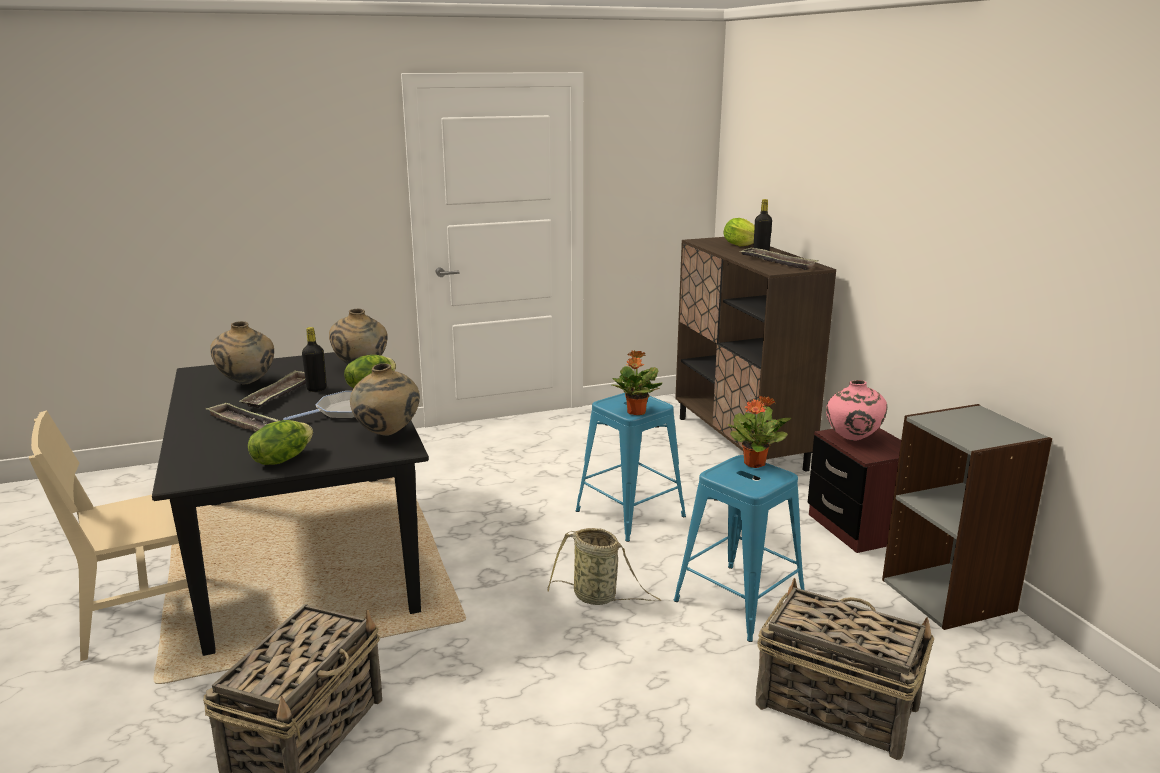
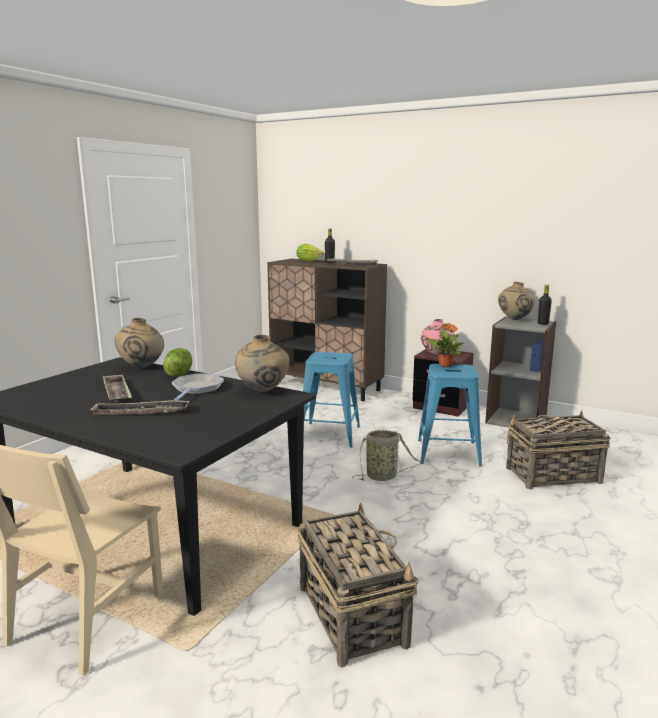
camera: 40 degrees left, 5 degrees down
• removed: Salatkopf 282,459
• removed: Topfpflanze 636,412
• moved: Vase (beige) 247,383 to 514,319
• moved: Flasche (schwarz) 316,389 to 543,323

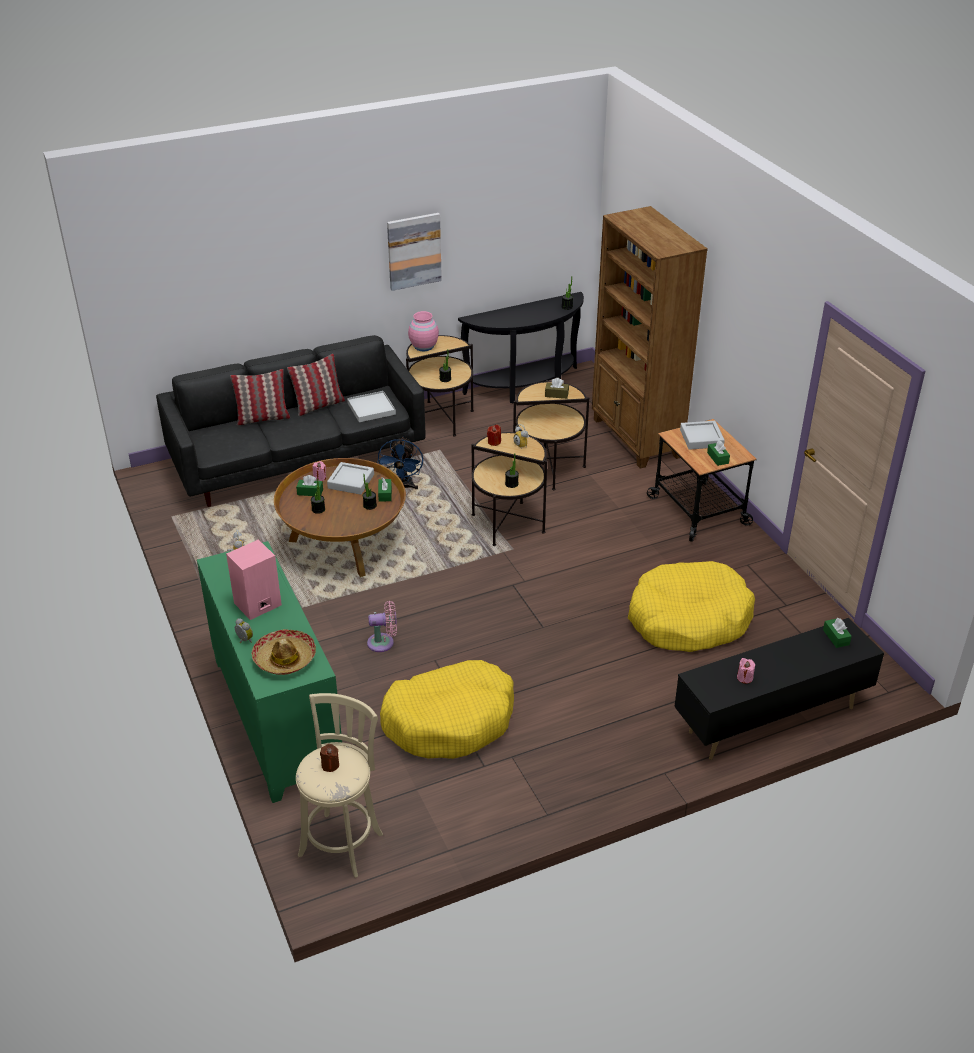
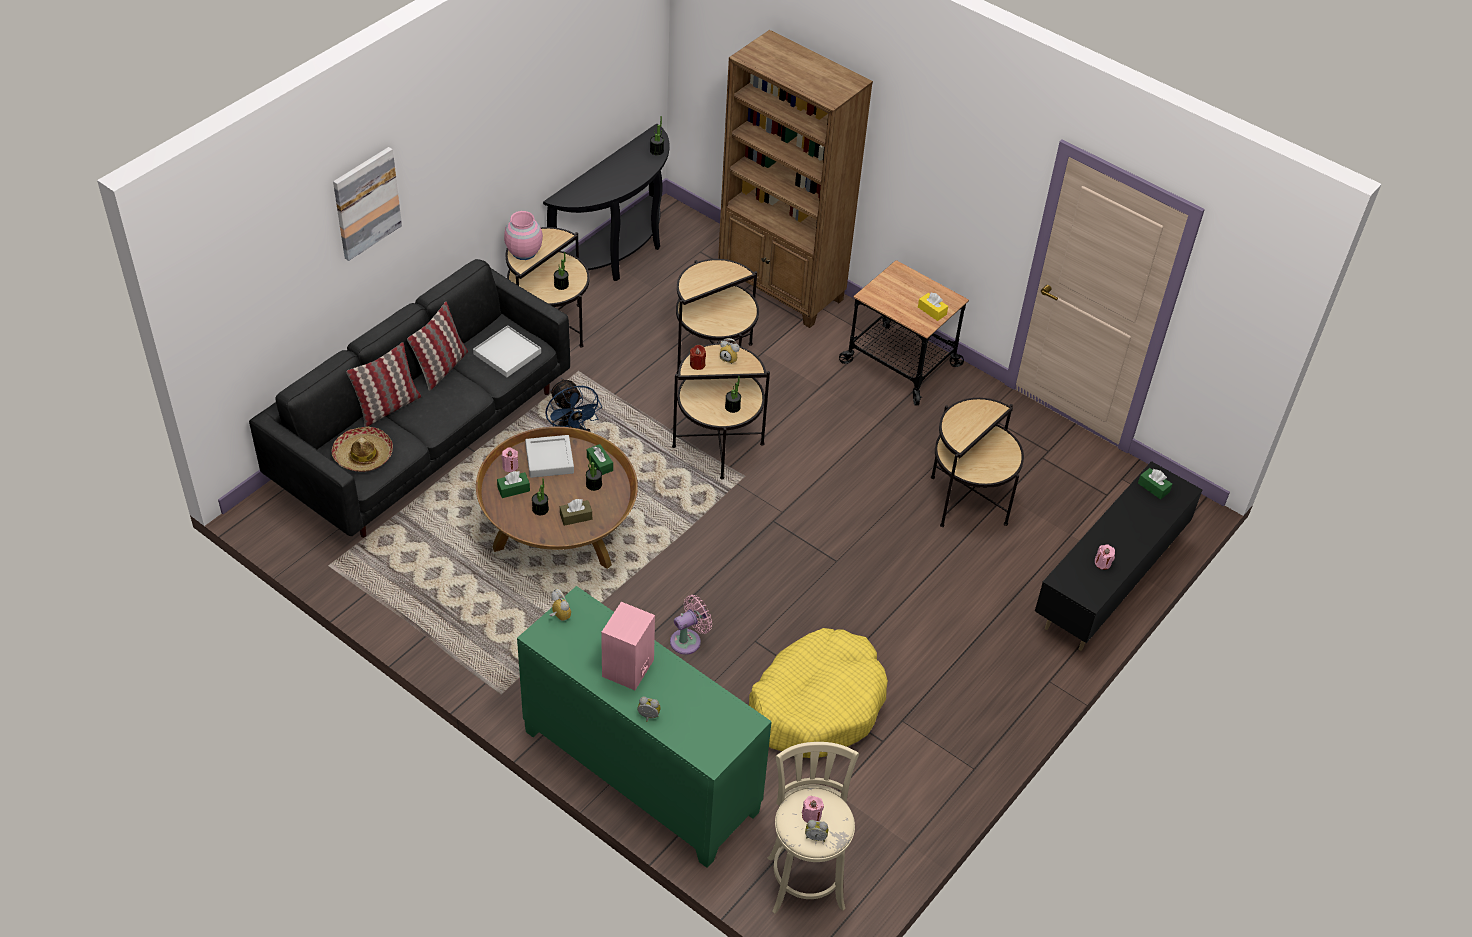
camera: 30 degrees left, 10 degrees up
• removed: Tablett (grau) 701,438
• added: Wecker 815,836
• moved: Hut 284,659 to 363,455
• moved: Bild 414,251 to 366,203
• moved: Taschentuchbox (braun) 556,394 to 576,517
• replaced: Hundebett (gelb) 688,619 to Beistelltisch 968,500
• recoloured: Kerze (braun) 330,765 to Kerze (rosa) 811,816
• recoloured: Taschentuchbox (grün) 717,458 to Taschentuchbox (gelb) 932,311

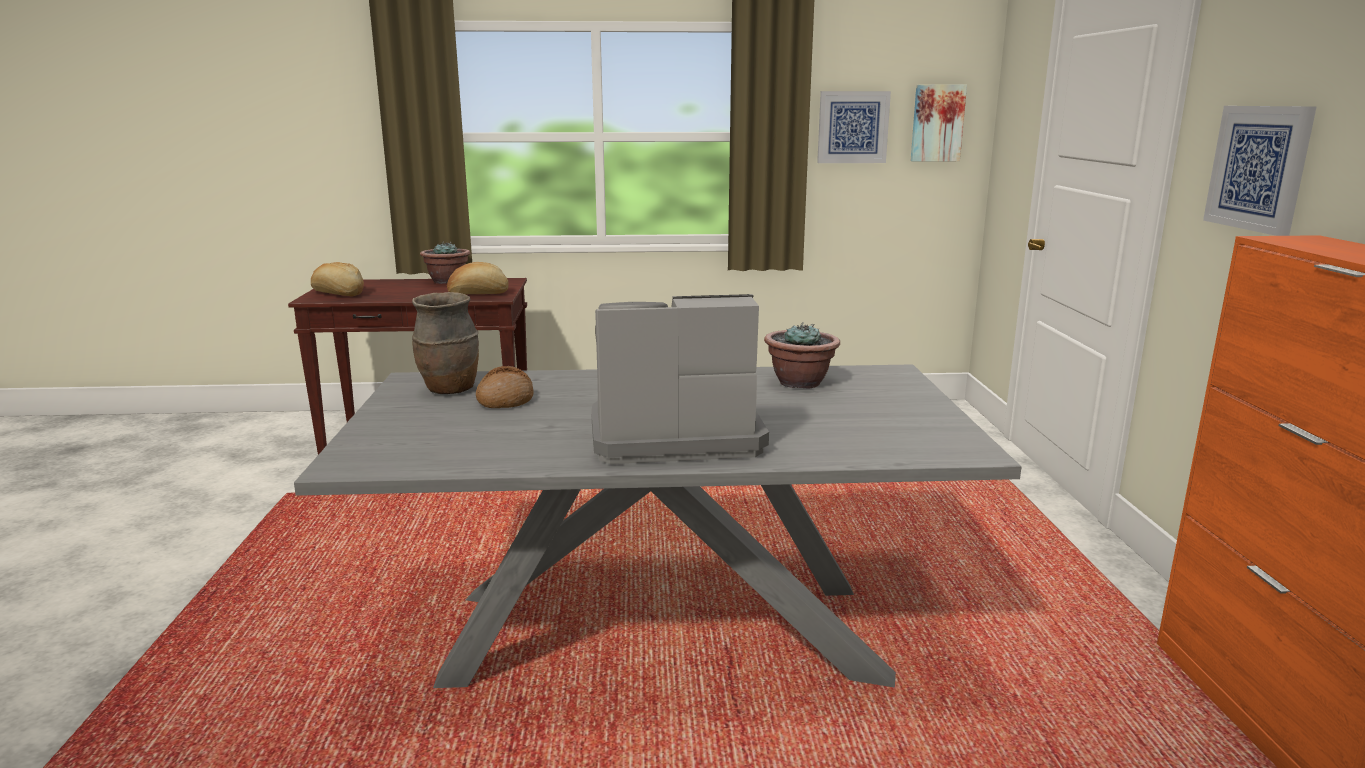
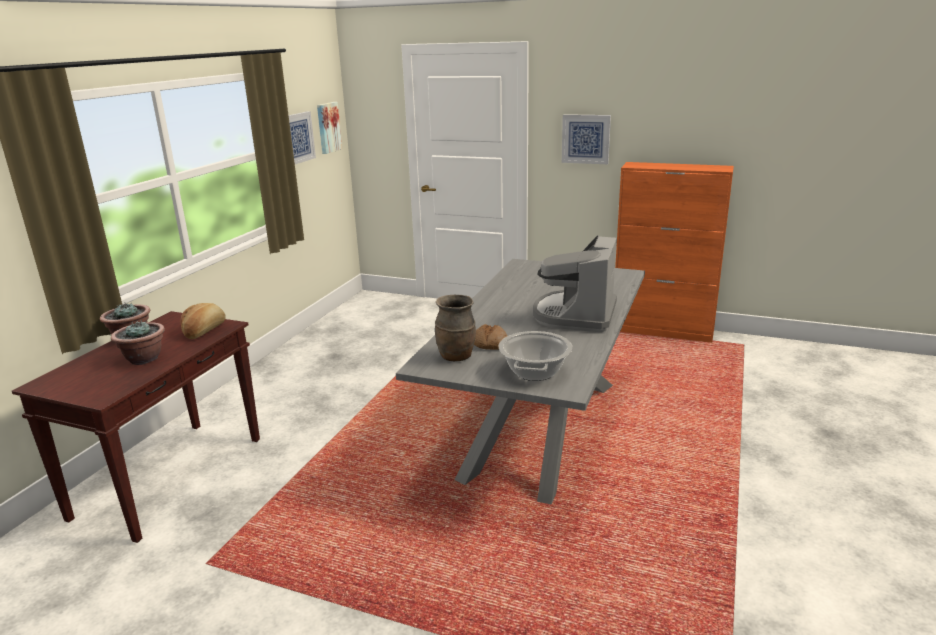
camera: 65 degrees left, 5 degrees up
• removed: Brot 338,294
• added: Kochtopf 535,372
• moved: Topfpflanze 800,383 to 144,359

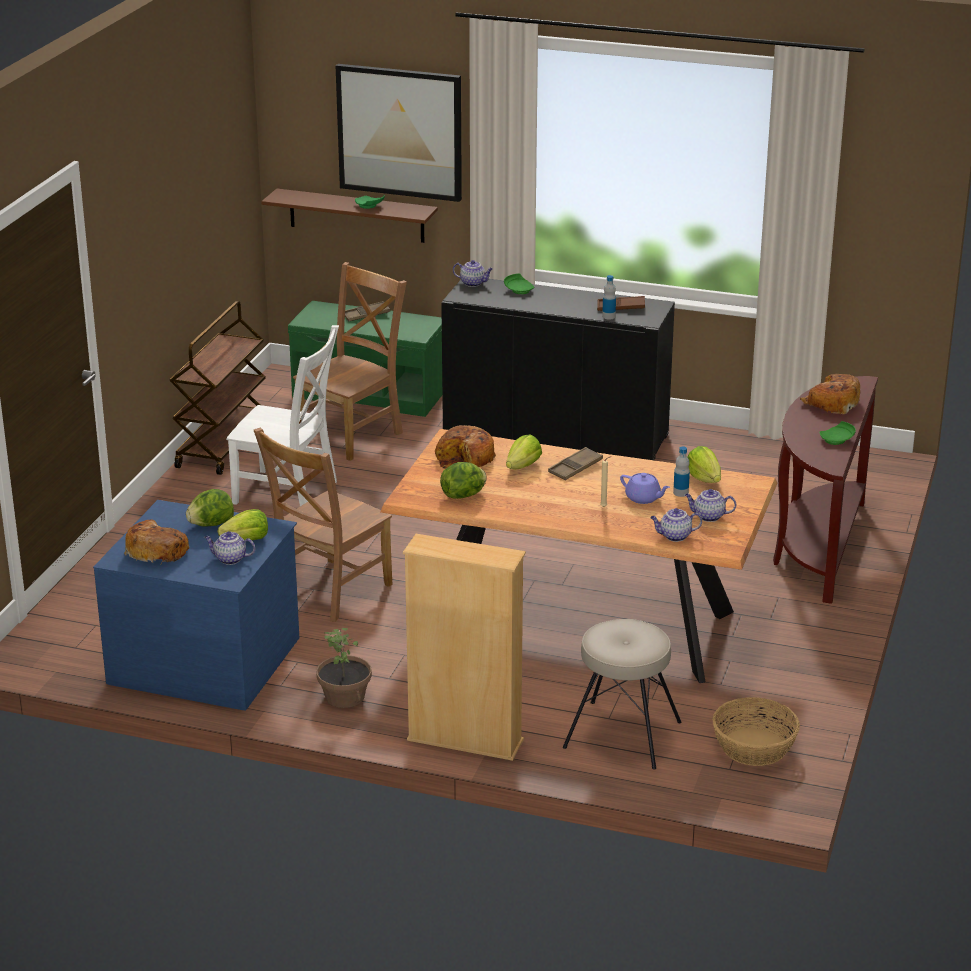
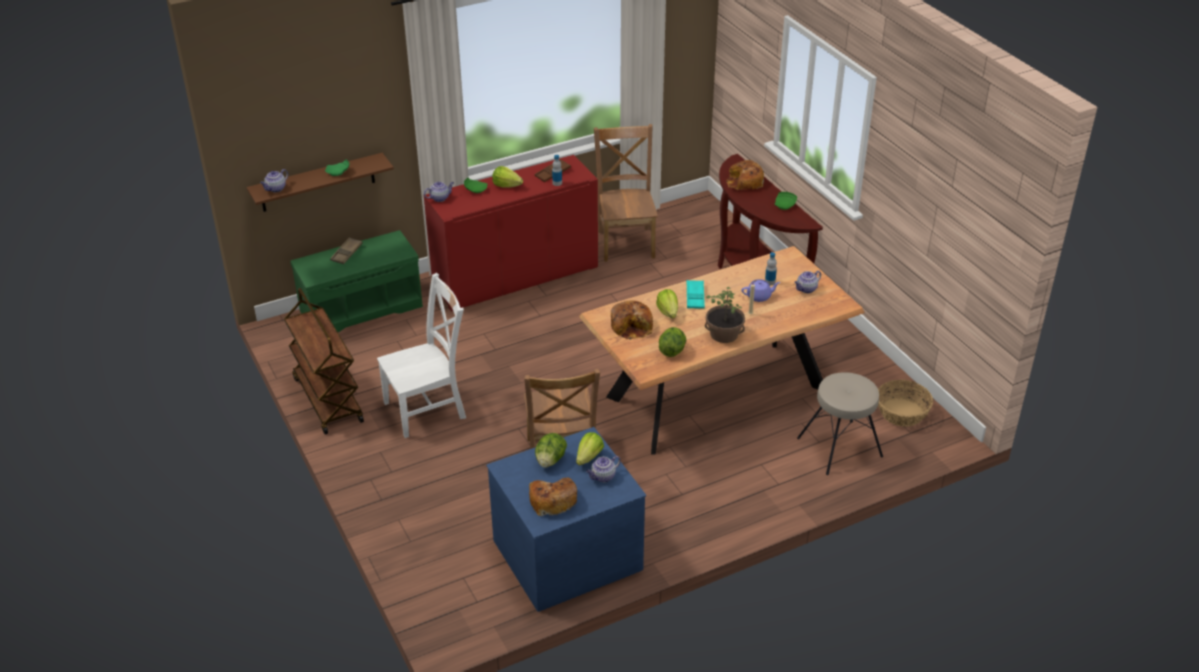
camera: 45 degrees left, 10 degrees up
• removed: Bild 400,132
• removed: Bücherregal (beige) 465,740
• moved: Stuhl (braun) 353,435 to 626,242
• moved: Topfpflanze 345,696 to 724,334
• moved: Teekanne 674,536 to 275,189
• moved: Salatkopf 704,479 to 506,185
• recoloured: Schrank (schwarz) 555,433 to Schrank (rot) 515,277
• recoloured: Tablett (braun) 575,468 to Tablett (türkis) 695,297

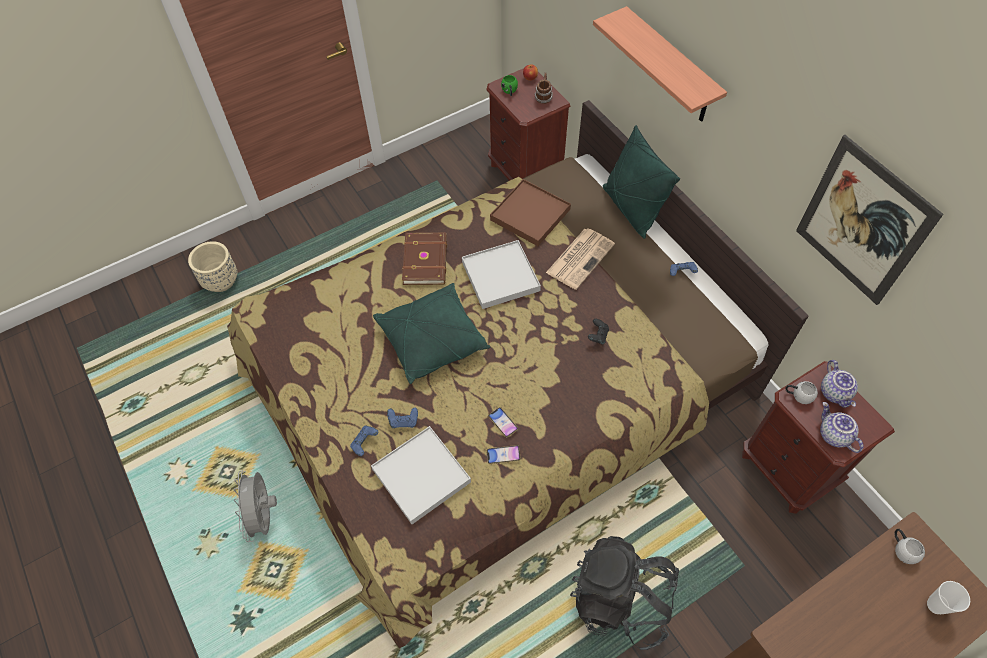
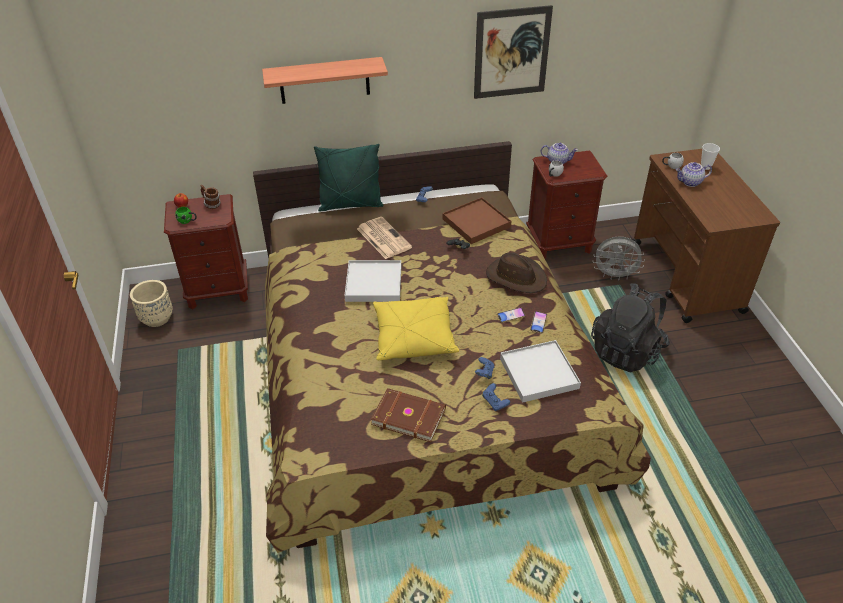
camera: 70 degrees left, 15 degrees down
• added: Hut (braun) 516,277
• moved: Pflanzkübel (beige) 221,281 to 157,318
• moved: Ventilator (grau) 264,516 to 614,275
• moved: Buch (braun) 426,260 to 408,415
• moved: Tablett (braun) 530,215 to 476,223
• moved: Teekanne 833,435 to 690,182
• recoloured: Kissen (grün) 432,340 to Kissen (gelb) 414,337

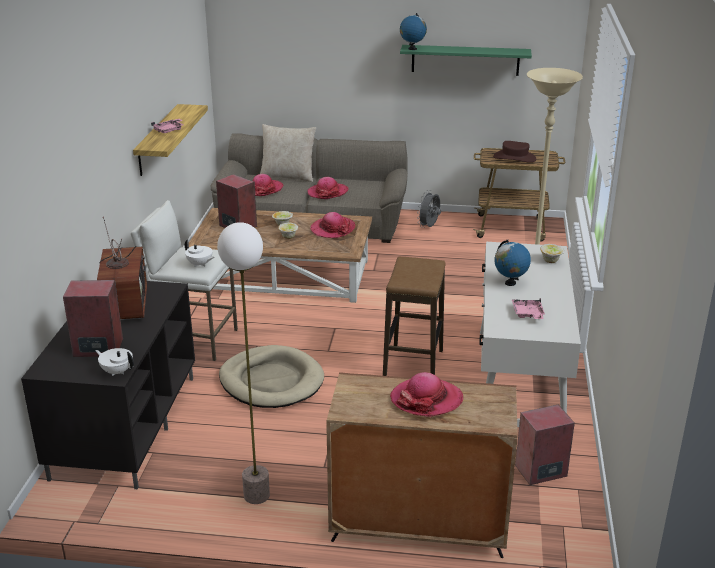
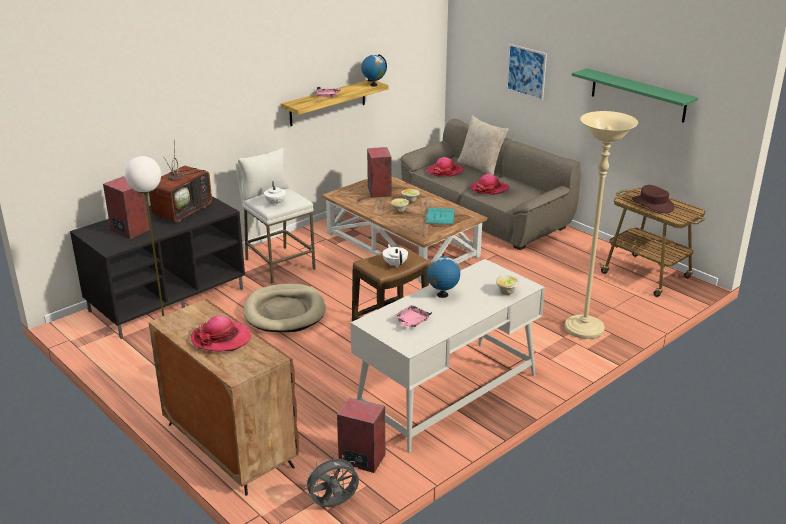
camera: 40 degrees right, 0 degrees up
• added: Bild 526,72
• moved: Teekanne (weiß) 117,371 to 395,264
• moved: Globus 412,49 to 373,85
• moved: Ventilator (grau) 429,227 to 333,505
• replaced: Hut 332,229 to Buch (türkis) 440,216

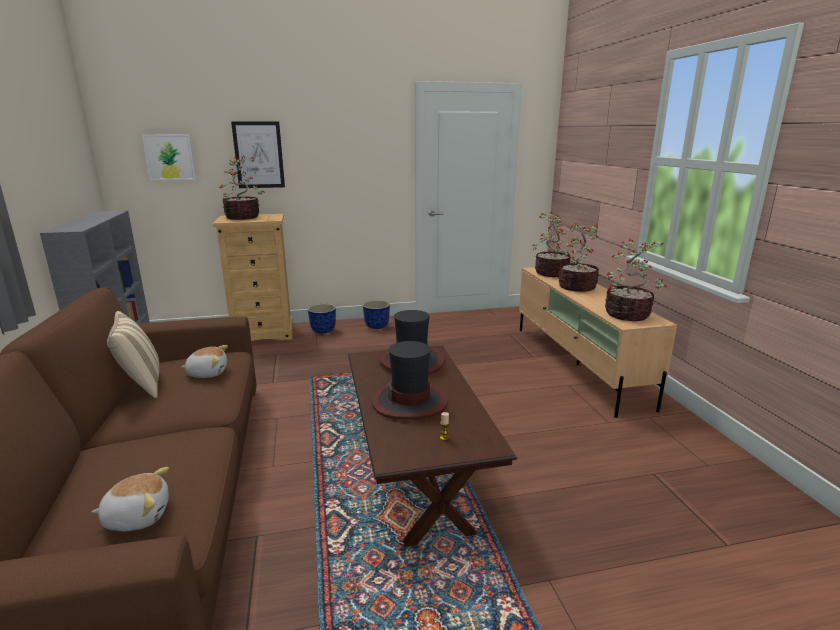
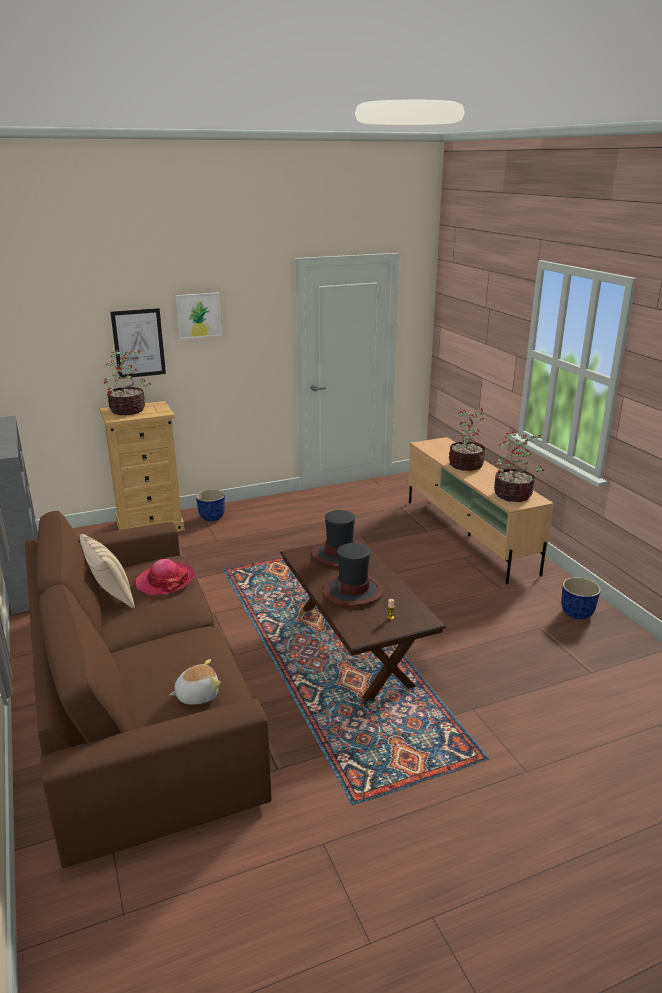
camera: 10 degrees left, 5 degrees up
• removed: Topfpflanze 550,273
• moved: Bild 170,157 to 198,315
• moved: Pflanzkübel 376,326 to 576,613
• replaced: Plüschtier 208,373 to Hut 165,581

